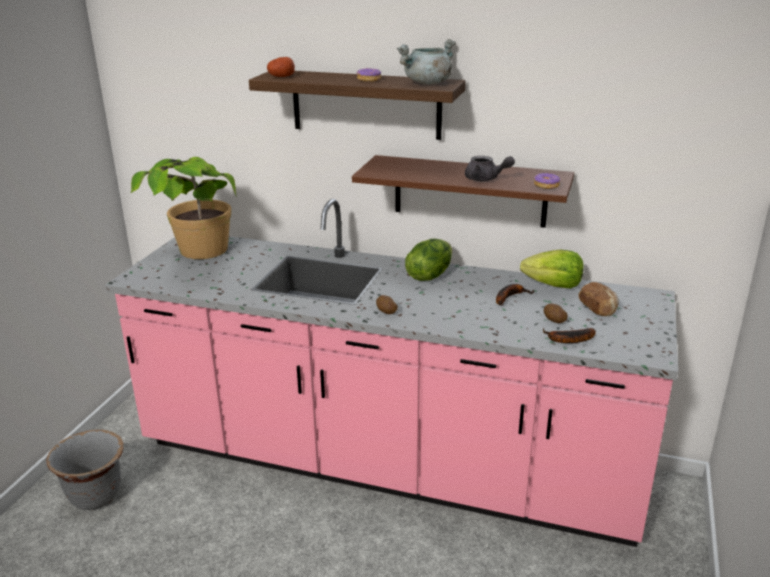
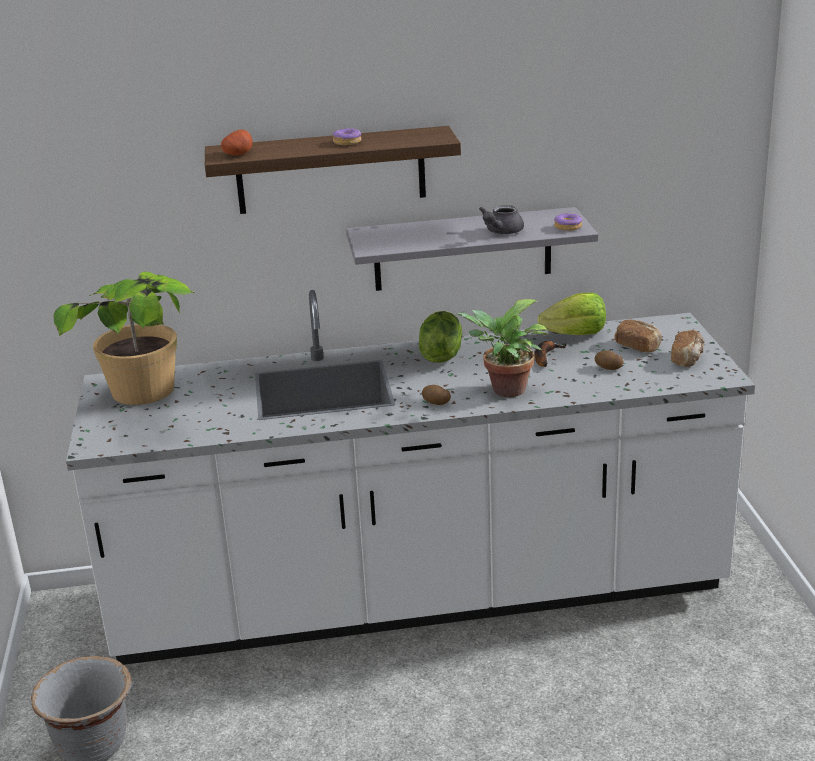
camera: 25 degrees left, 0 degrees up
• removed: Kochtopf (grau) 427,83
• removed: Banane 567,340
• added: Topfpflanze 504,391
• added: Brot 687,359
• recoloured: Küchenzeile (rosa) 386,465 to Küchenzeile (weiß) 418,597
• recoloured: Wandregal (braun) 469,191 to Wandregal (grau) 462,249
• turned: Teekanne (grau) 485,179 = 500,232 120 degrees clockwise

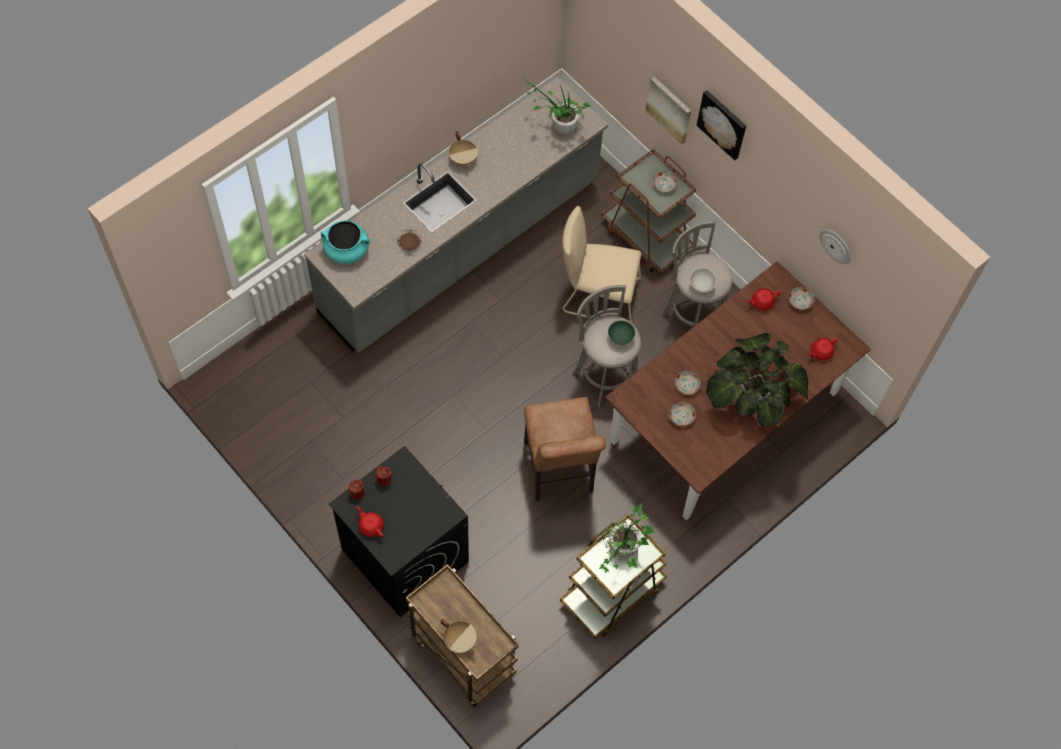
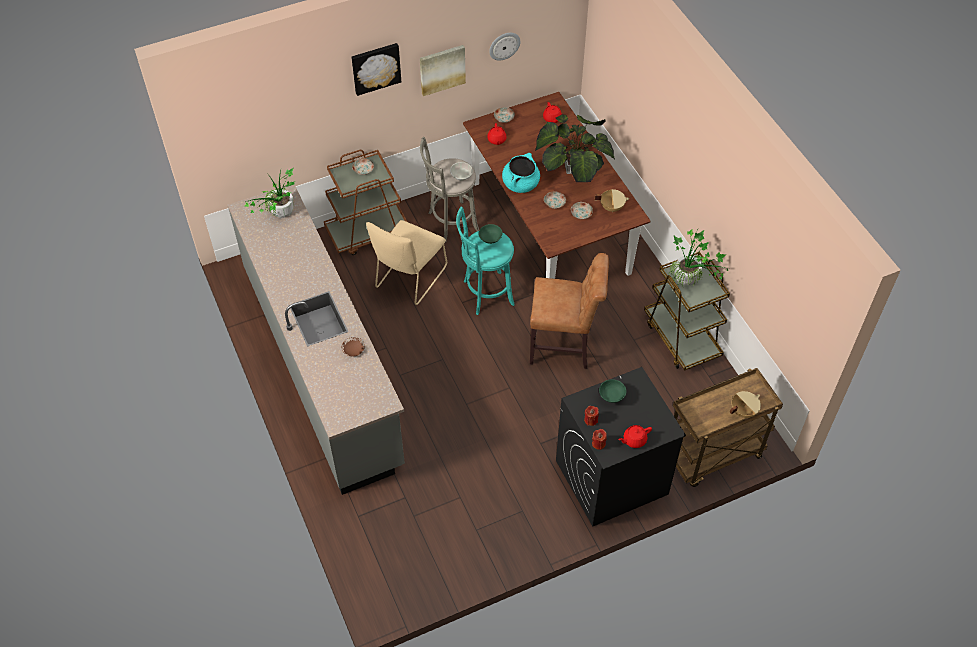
camera: 70 degrees left, 10 degrees down
• added: Schüssel (grün) 611,397
• moved: Kochtopf (türkis) 347,250 to 520,184
• moved: Kochtopf (beige) 463,159 to 611,207
• moved: Bild 669,109 to 442,69
• recoloured: Hocker (grau) 604,374 to Hocker (türkis) 485,293

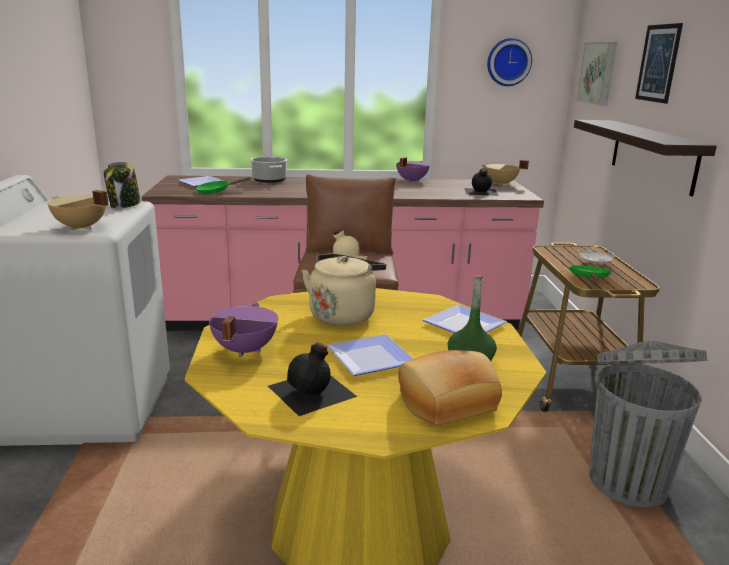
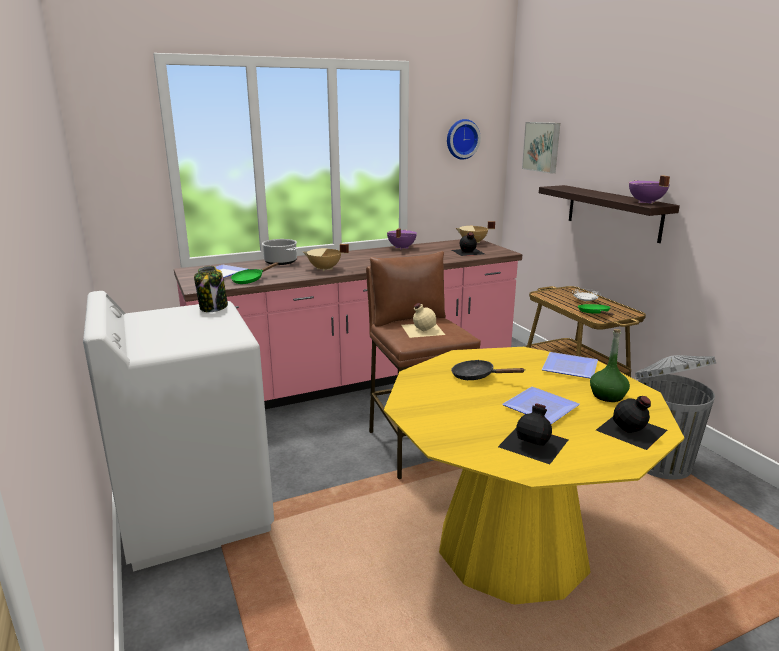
camera: 20 degrees left, 0 degrees up
• removed: Bild 658,63
• moved: Kochtopf (beige) 80,227 to 324,269
• moved: Kochtopf (lila) 243,350 to 645,202
• replaced: Wasserkessel (beige) 343,315 to Pfanne (schwarz) 477,376
• replaced: Brot 448,404 to Flasche (schwarz) 632,430

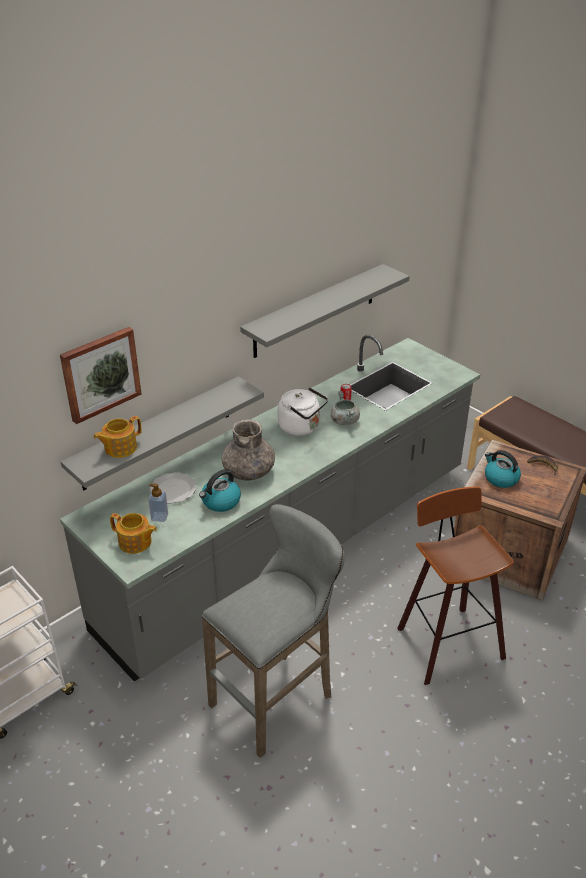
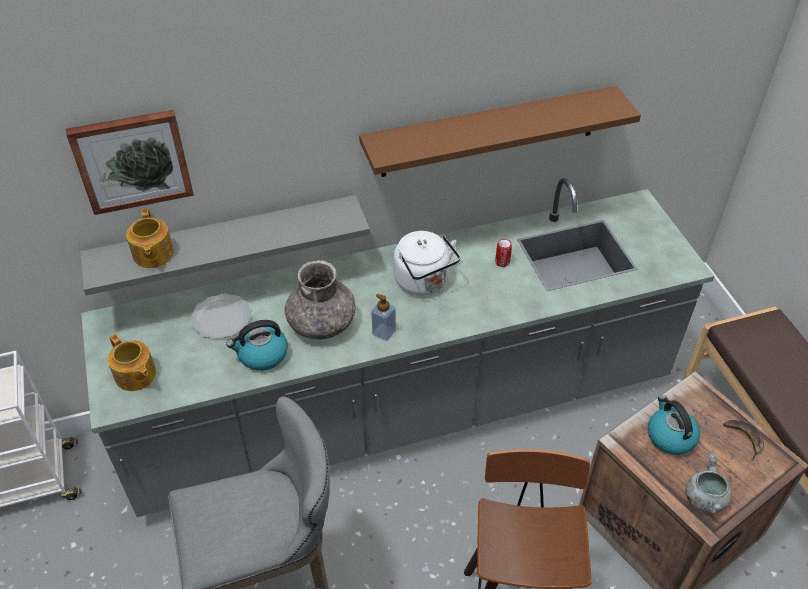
camera: 25 degrees right, 10 degrees up
• moved: Seifenspender 159,517 to 384,332
• moved: Kochtopf (grau) 344,421 to 704,498
• recoloured: Wandregal (grau) 315,311 to Wandregal (braun) 489,132
• turned: Teekanne 120,448 = 152,254 90 degrees counterclockwise

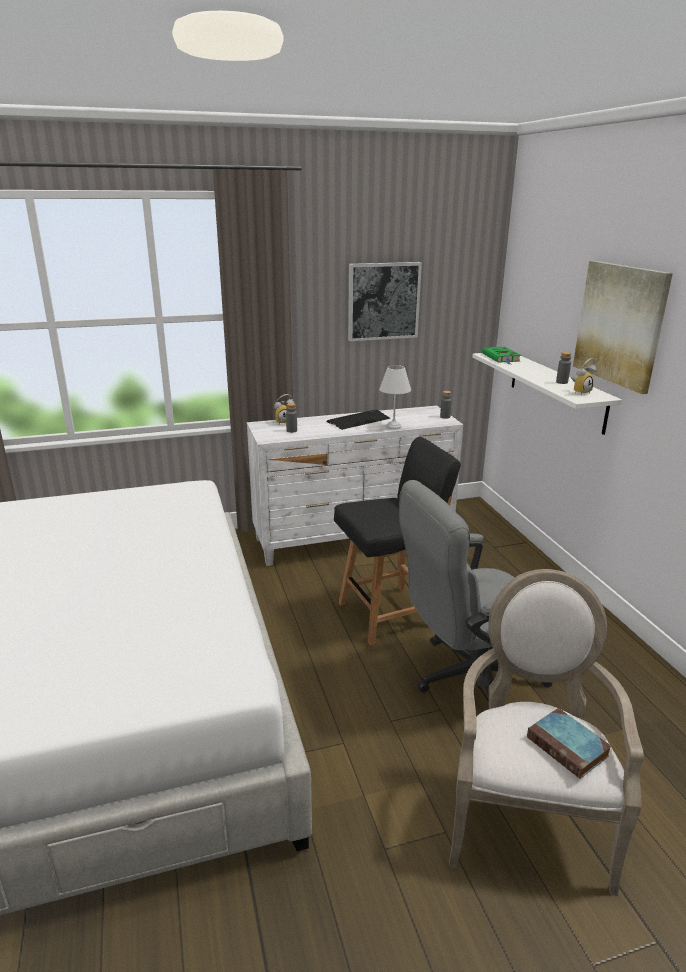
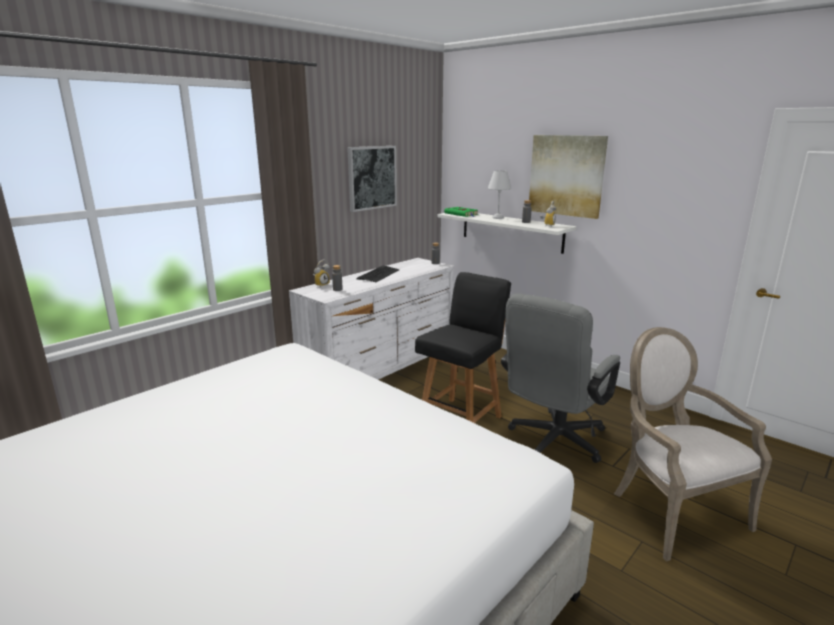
camera: 30 degrees left, 5 degrees down
• removed: Buch 569,747
• moved: Tischlampe (weiß) 393,427 to 498,218

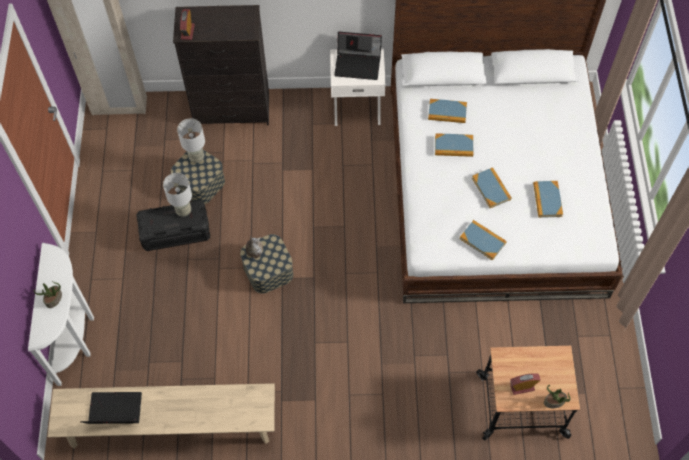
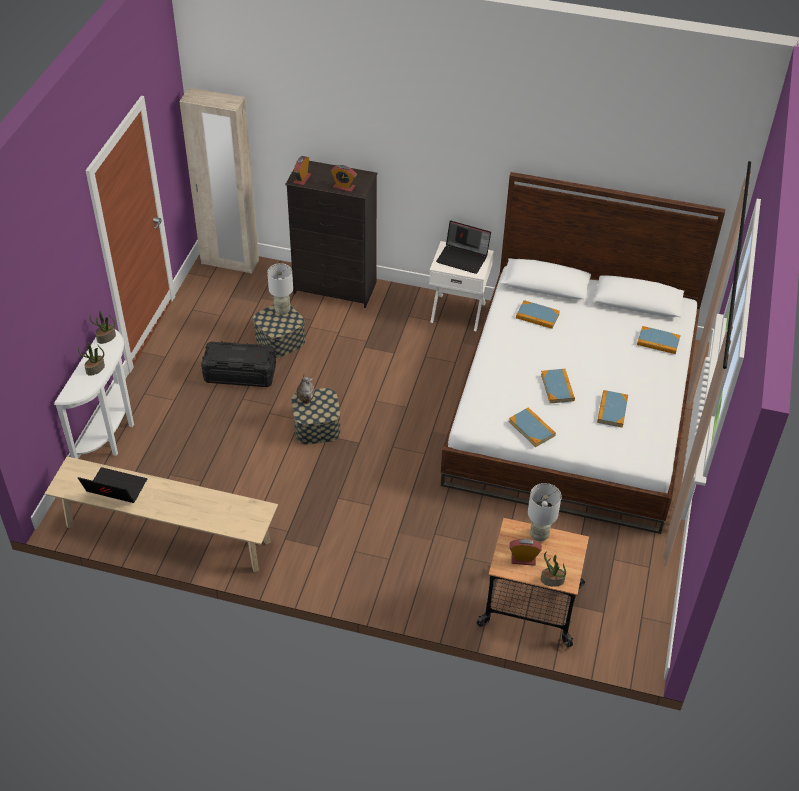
camera: 15 degrees right, 15 degrees down
• added: Topfpflanze 106,338
• added: Wecker 344,187
• moved: Tischlampe (grau) 183,210 to 539,535
• moved: Buch 453,146 to 658,342

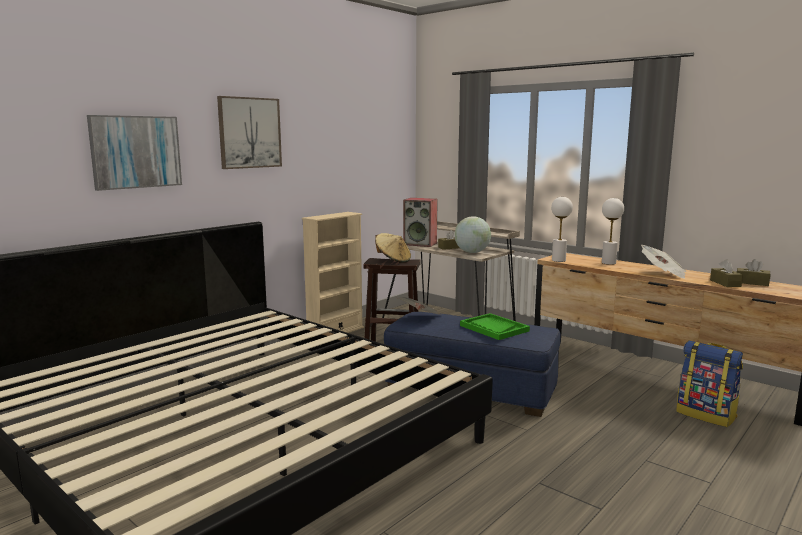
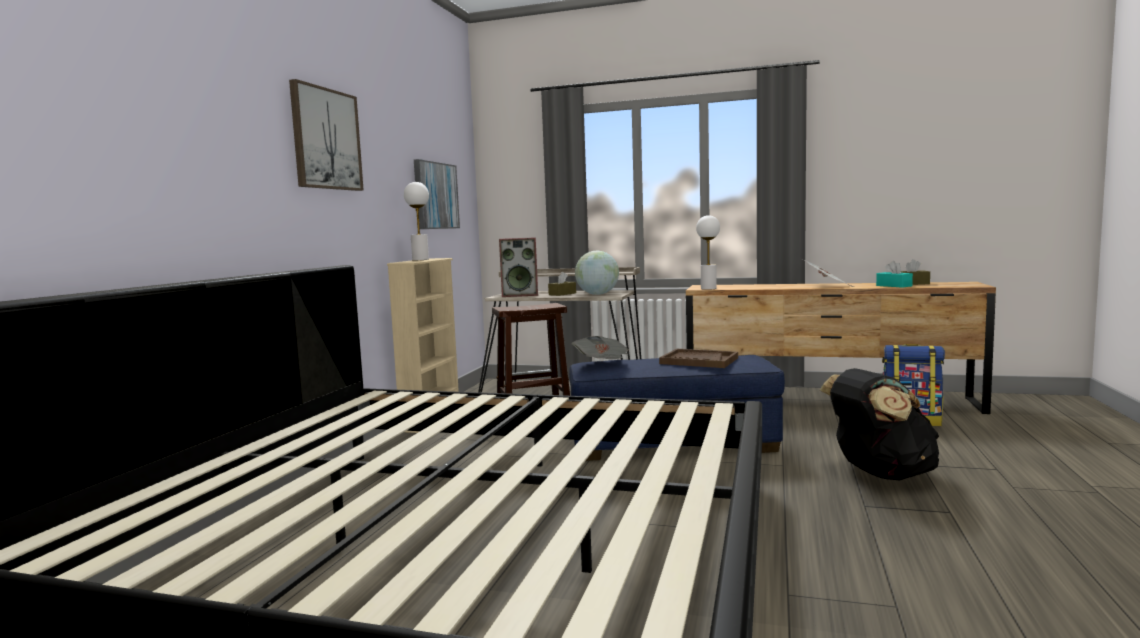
camera: 25 degrees left, 5 degrees down
• removed: Hut (beige) 393,260
• added: Rucksack (schwarz) 880,474
• moved: Bild 136,152 to 435,196
• moved: Tischlampe (weiß) 608,263 to 420,259
• recoloured: Tablett (grün) 494,328 to Tablett (braun) 698,361
• recoloured: Taschentuchbox (braun) 725,283 to Taschentuchbox (türkis) 894,286

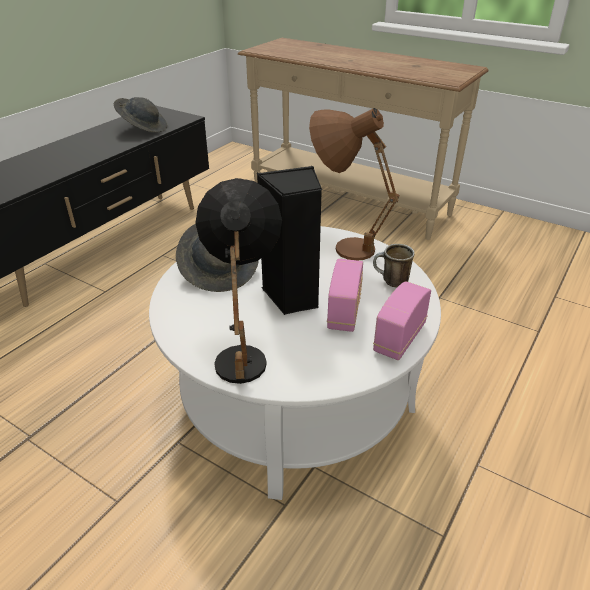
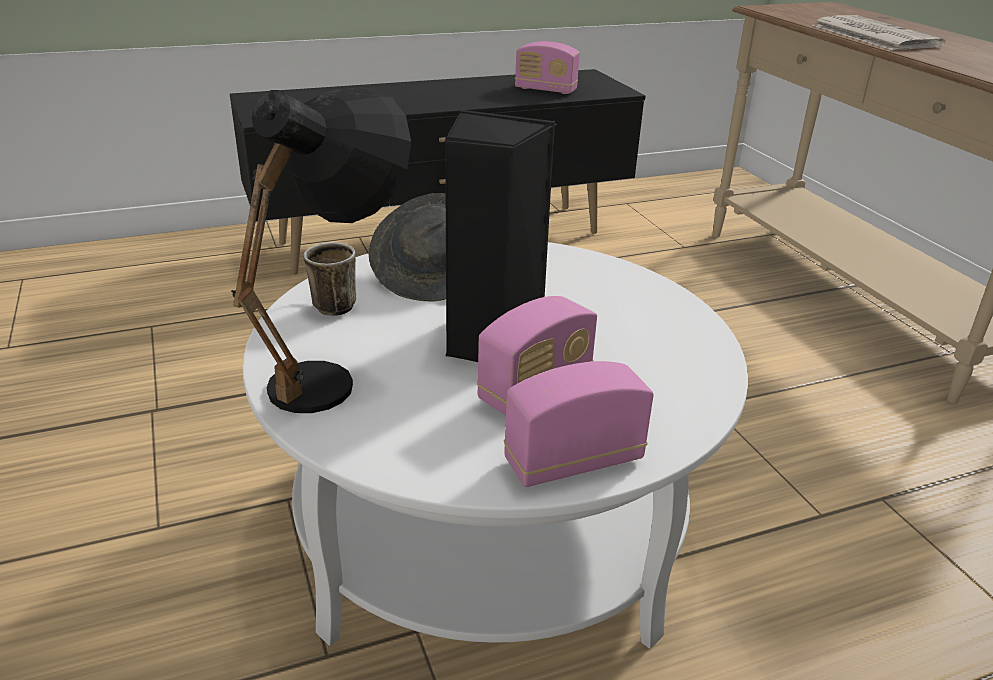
camera: 35 degrees right, 5 degrees down
• removed: Tischlampe (braun) 342,245
• added: Zeitung 872,35
• moved: Henkelbecher 390,282 to 328,305
• replaced: Hut (grau) 143,128 to Radio 545,90

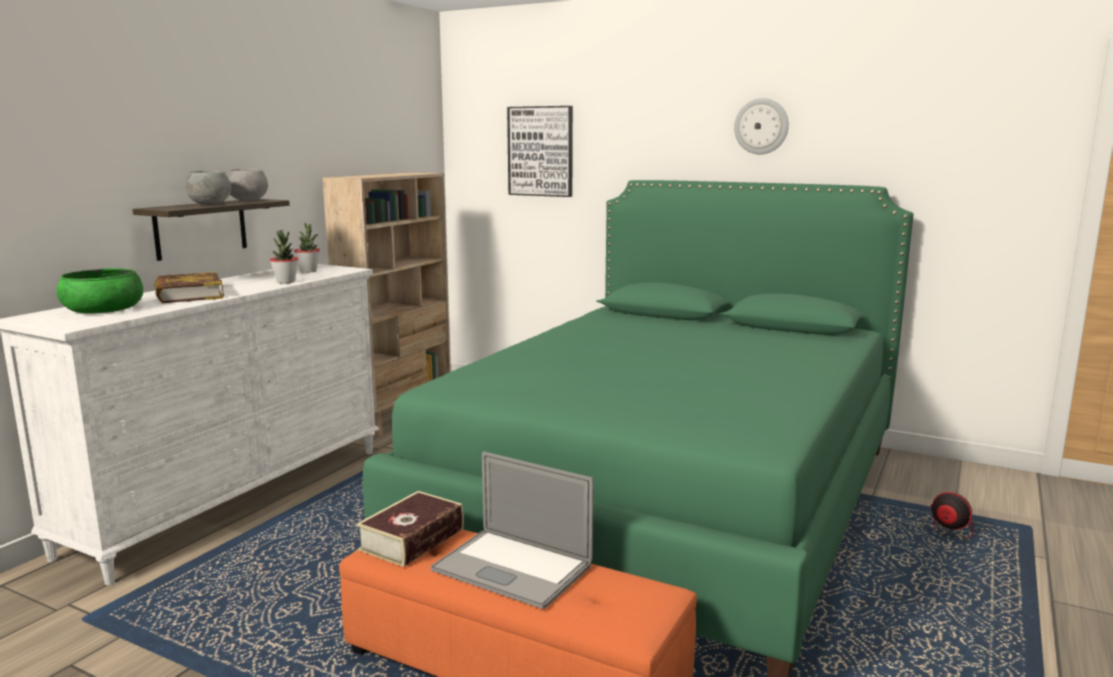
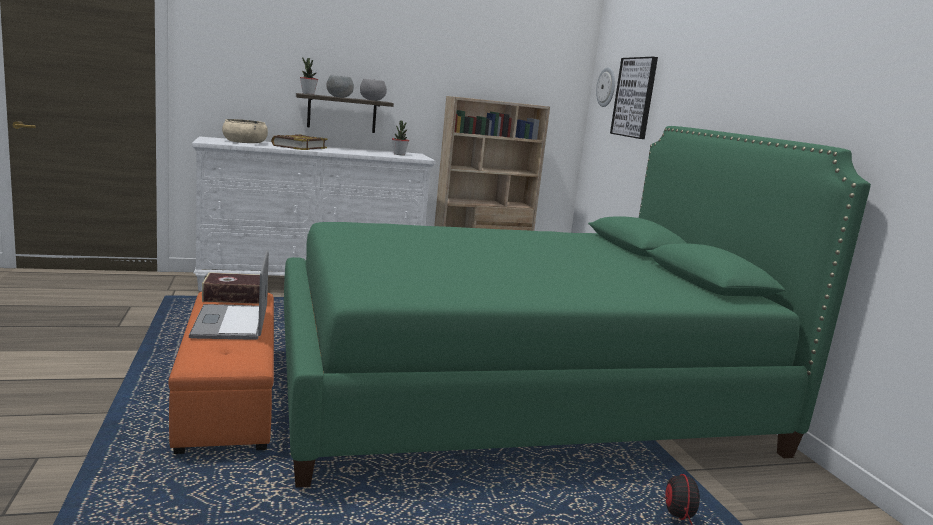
camera: 45 degrees right, 0 degrees up
• moved: Topfpflanze 286,282 to 308,94
• moved: Wanduhr 761,126 to 606,87
• recoloured: Schüssel (grün) 103,309 to Schüssel (beige) 244,142

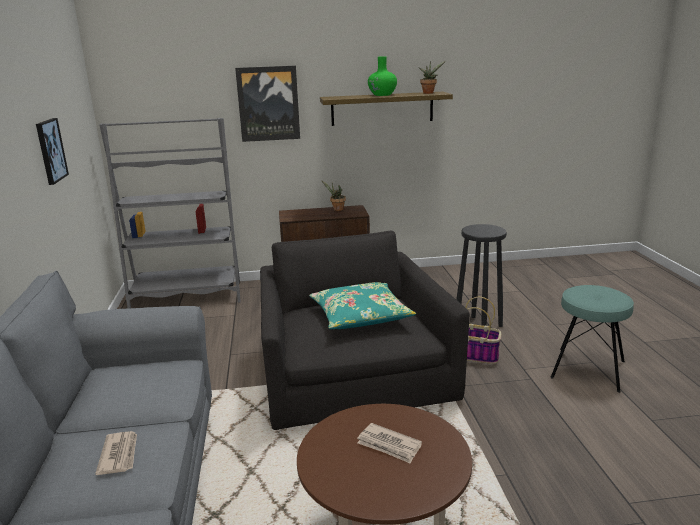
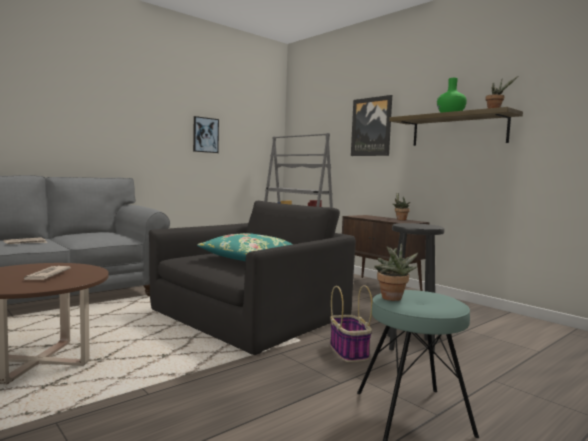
camera: 55 degrees right, 15 degrees down
• added: Topfpflanze 392,299

